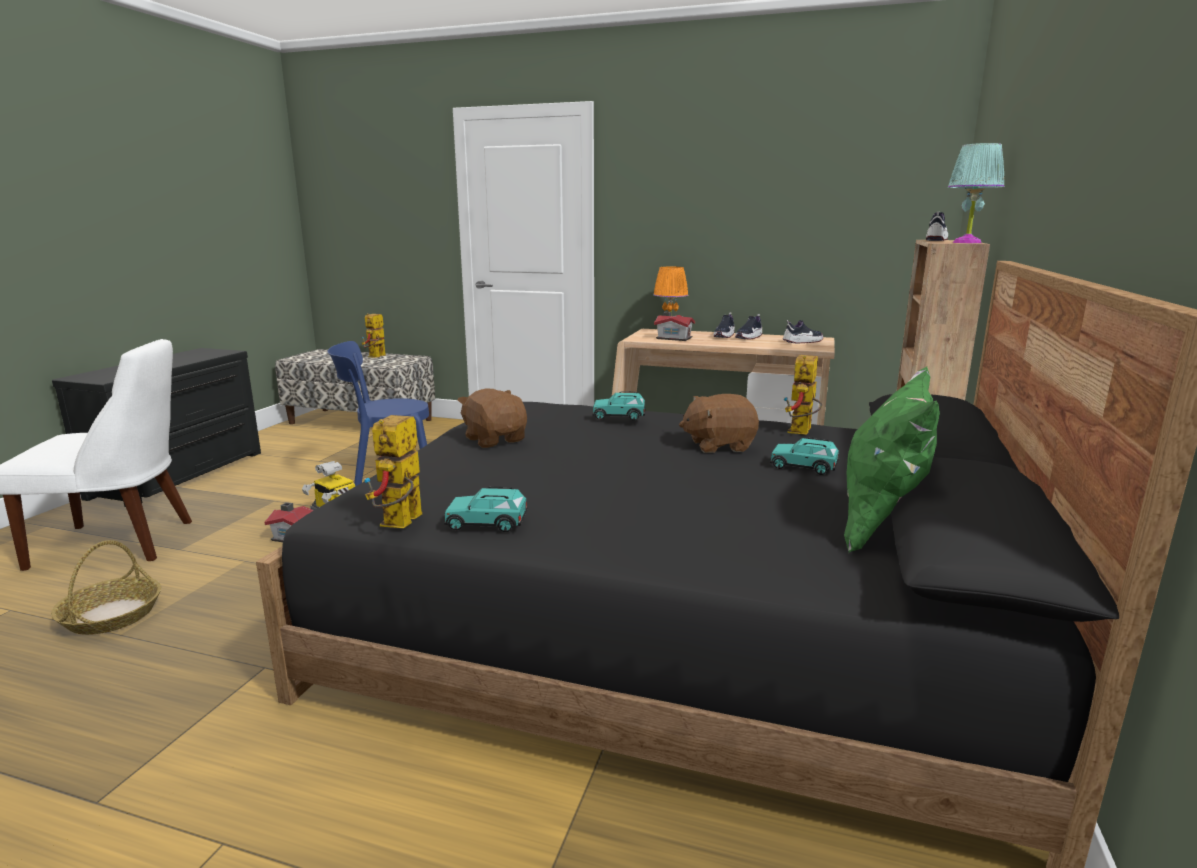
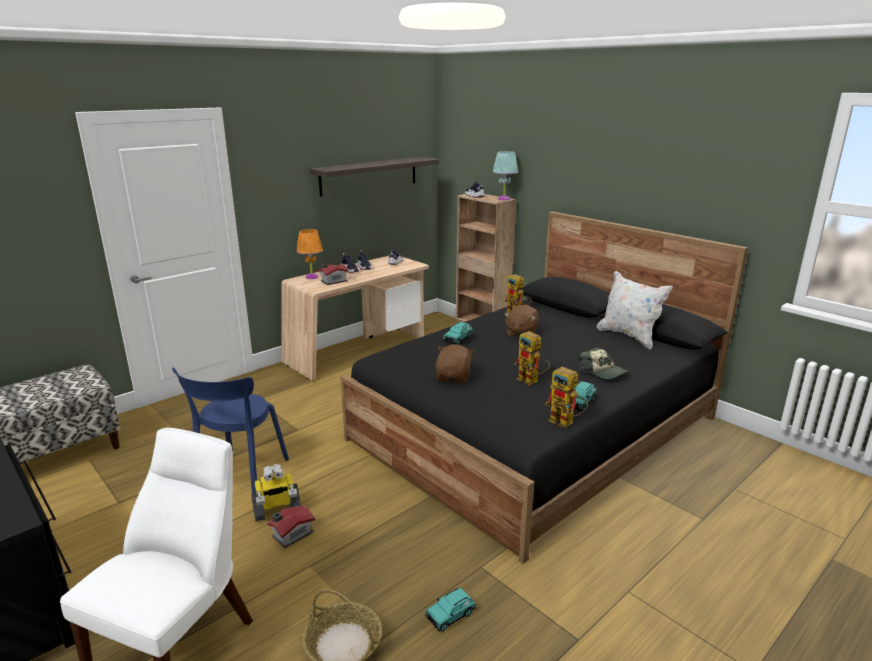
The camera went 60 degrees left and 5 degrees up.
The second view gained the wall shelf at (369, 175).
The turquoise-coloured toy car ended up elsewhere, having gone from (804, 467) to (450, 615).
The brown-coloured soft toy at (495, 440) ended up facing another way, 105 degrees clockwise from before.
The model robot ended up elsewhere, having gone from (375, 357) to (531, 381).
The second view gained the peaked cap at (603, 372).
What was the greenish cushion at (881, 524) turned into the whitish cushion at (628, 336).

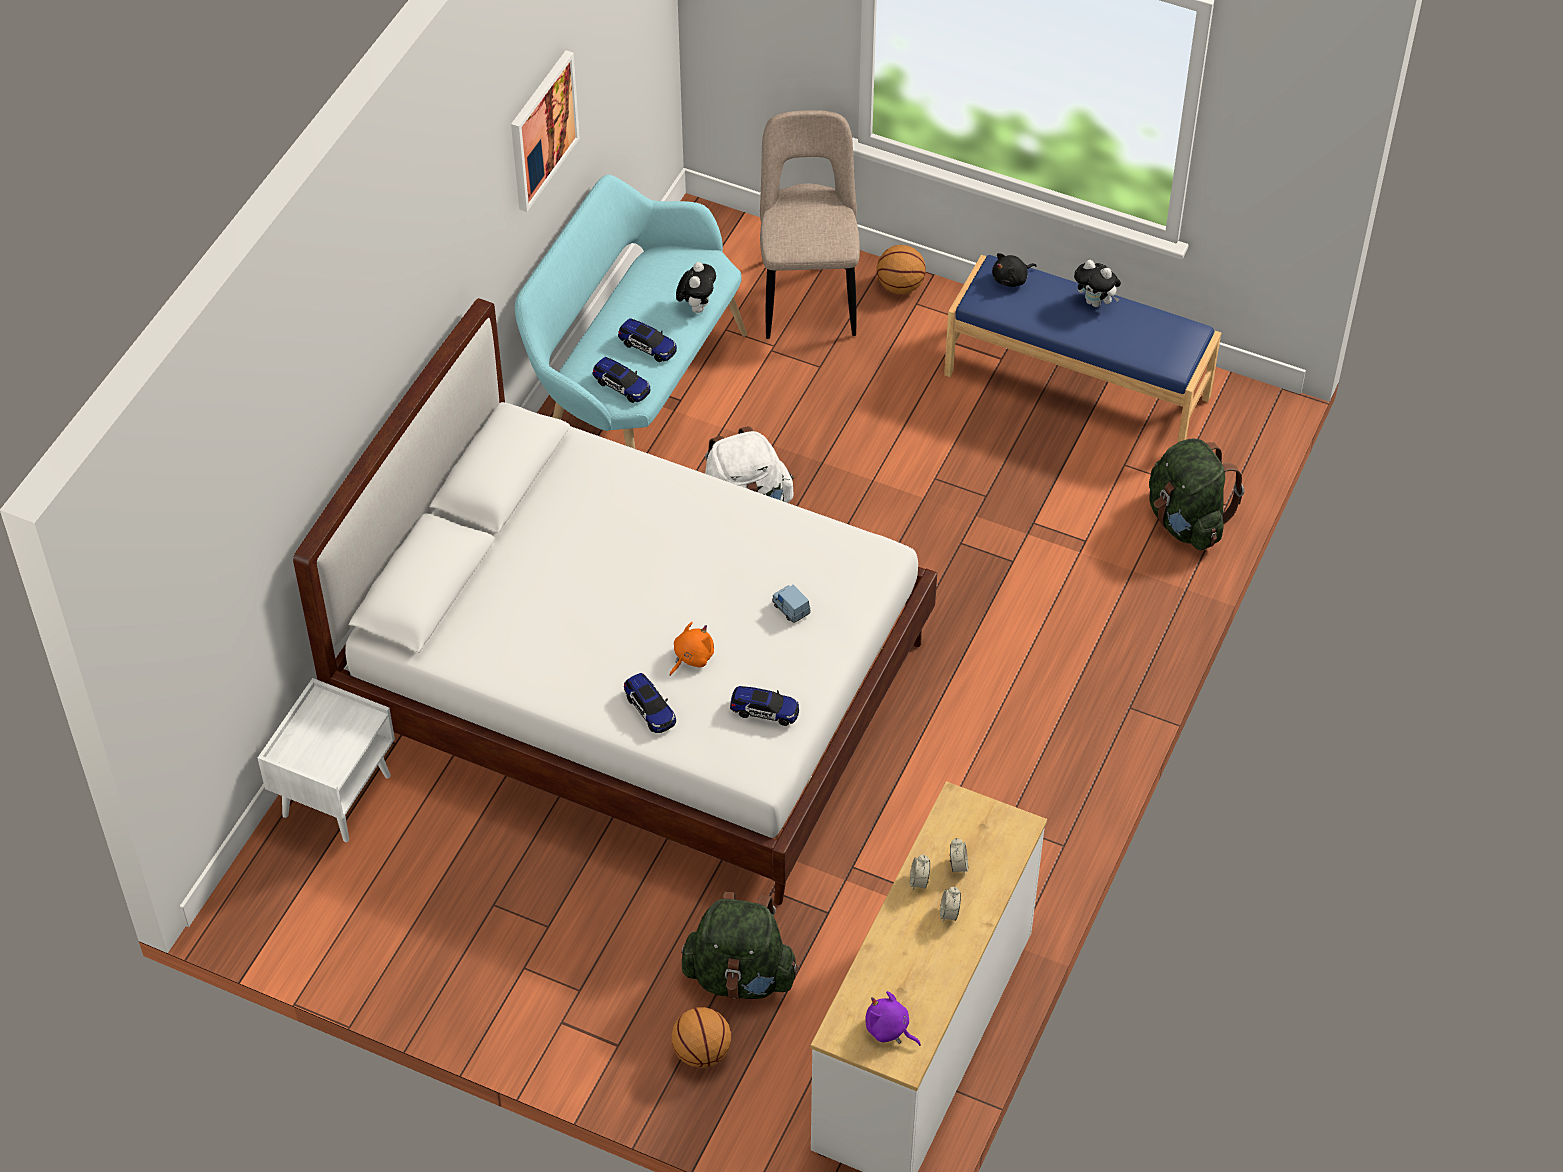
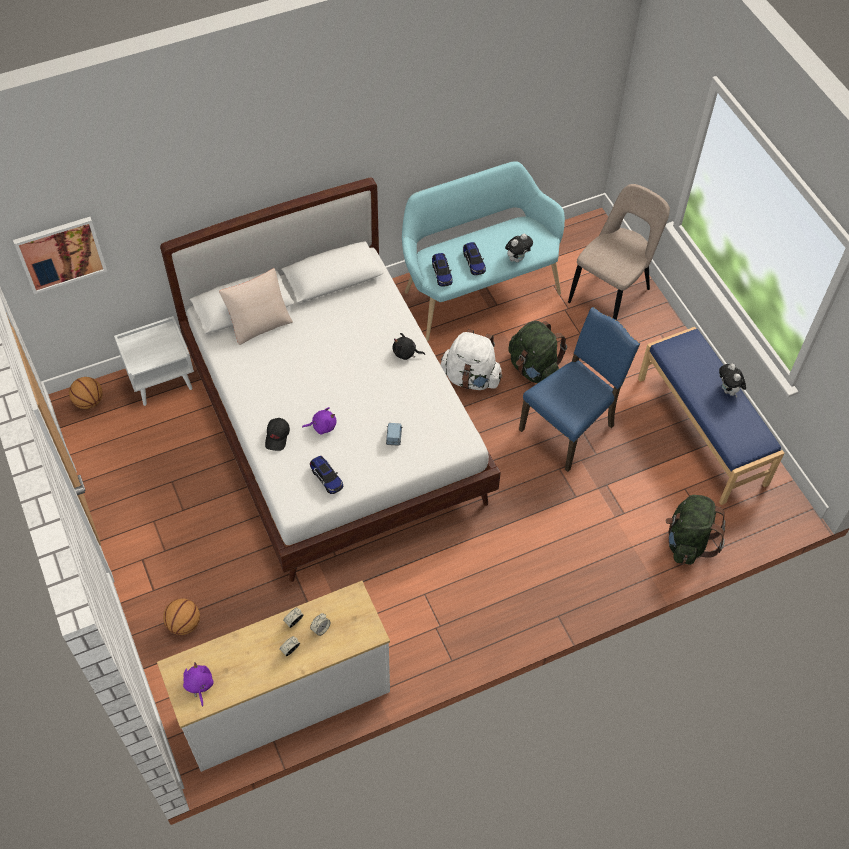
The camera went 40 degrees right and 5 degrees up.
The wall picture ended up elsewhere, having gone from (542, 130) to (60, 254).
The ball for basketball ended up elsewhere, having gone from (900, 286) to (89, 402).
The second view gained the sand-coloured cushion at (259, 321).
Where the toy car stood at (650, 709), the black peaked cap came to stand at (277, 437).
What was the orangey soft toy at (691, 657) turned into the purple-coloured soft toy at (322, 426).
The black soft toy ended up elsewhere, having gone from (1011, 279) to (406, 353).
The greenish knapsack ended up elsewhere, having gone from (740, 976) to (533, 369).
The second view gained the blue plain chair at (570, 428).

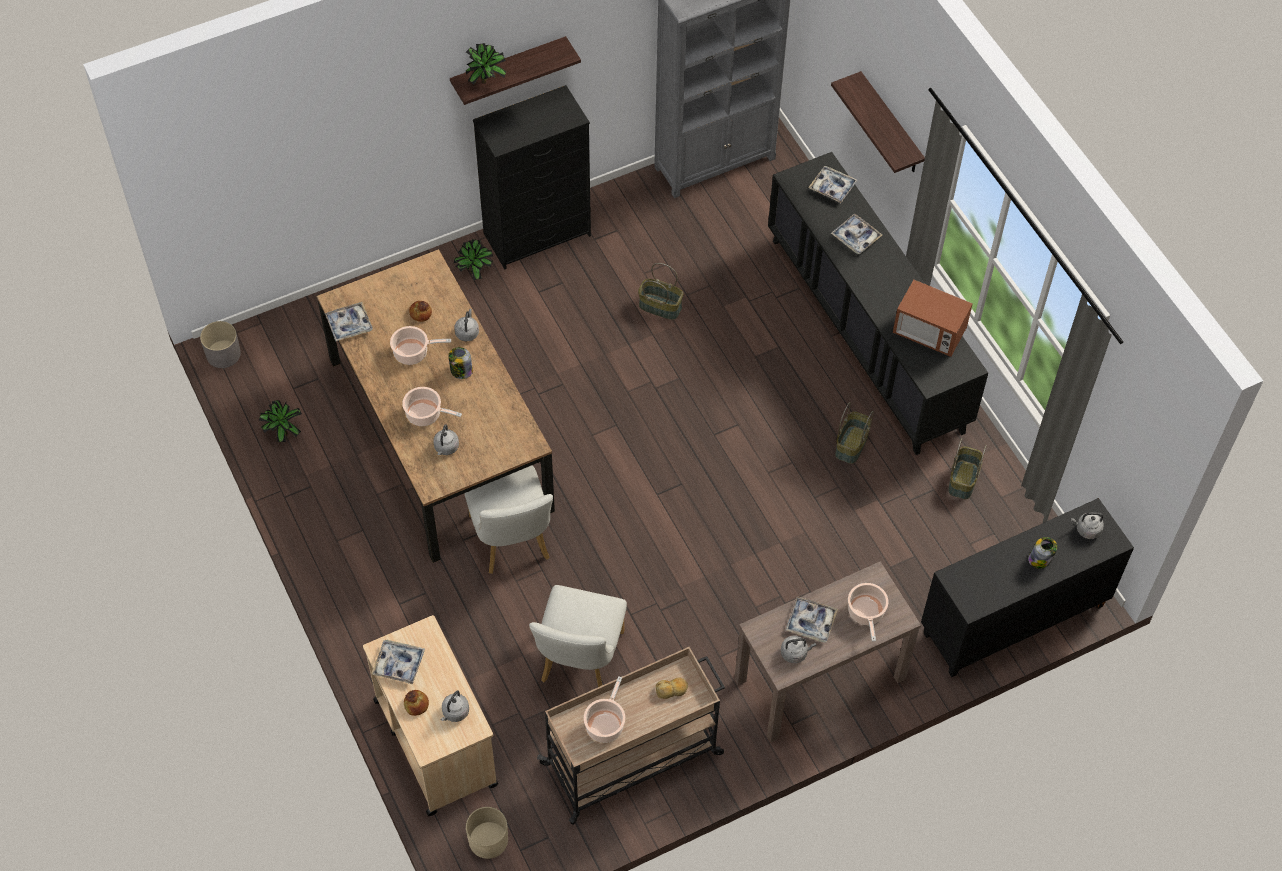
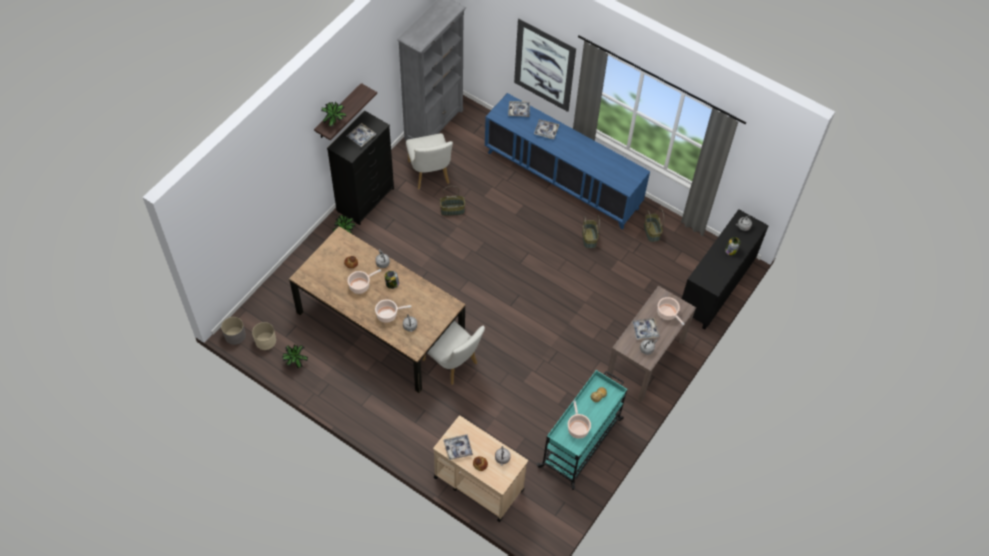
The camera went 30 degrees left and 0 degrees up.
The sand-coloured flower pot ended up elsewhere, having gone from (488, 839) to (265, 341).
The tray ended up elsewhere, having gone from (349, 324) to (361, 137).
The whitish plain chair ended up elsewhere, having gone from (579, 662) to (430, 175).
What was the black cabinet at (866, 333) turned into the blue cabinet at (562, 180).
Where the wall shelf hung at (890, 125), the wall picture came to hang at (544, 65).
What was the sand-coloured trolley at (634, 758) turned into the turquoise-coloured trolley at (581, 442).
The second view lost the kitchen microwave at (929, 332).

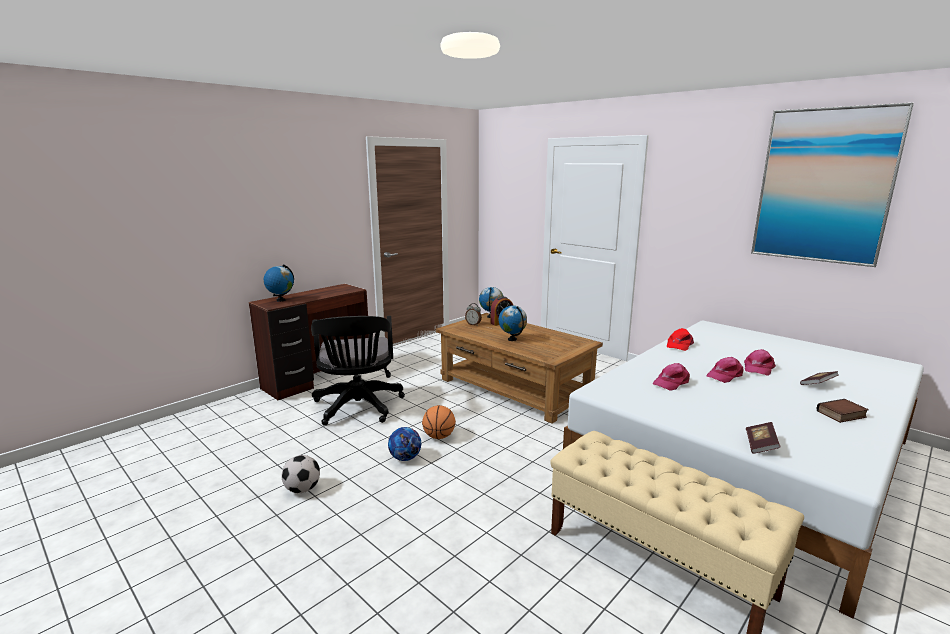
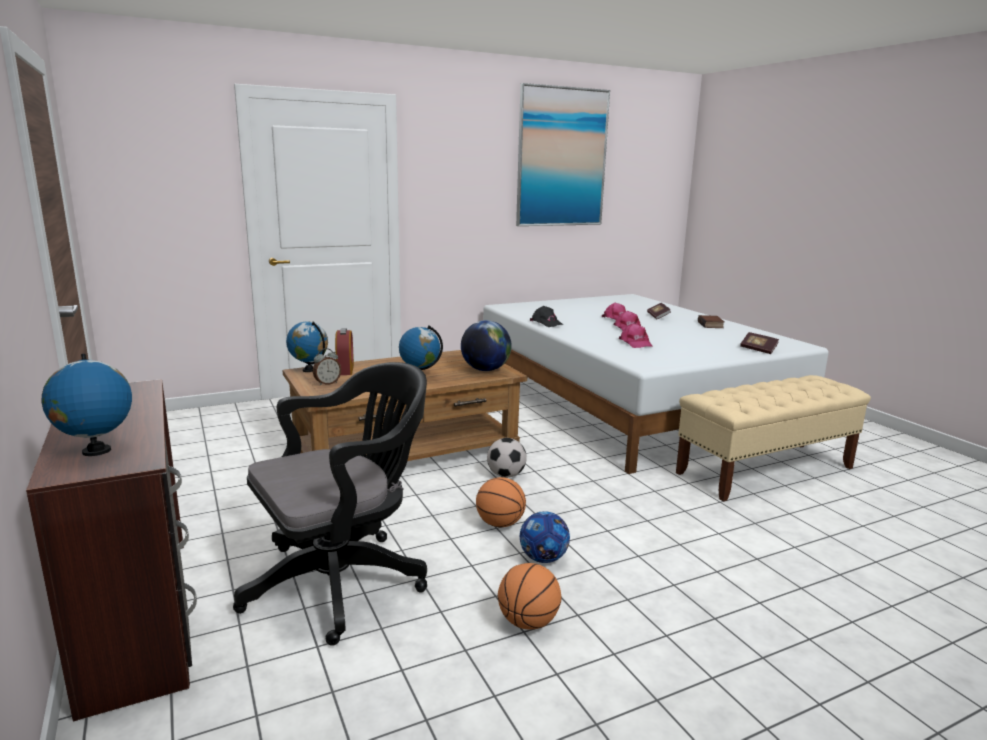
The camera went 70 degrees left and 0 degrees up.
The black computer chair at (358, 408) ended up facing another way, 45 degrees counterclockwise from before.
The second view gained the globe at (485, 370).
The ball for football ended up elsewhere, having gone from (302, 489) to (506, 475).
The second view gained the ball for basketball at (528, 622).
What was the reddish peaked cap at (679, 345) turned into the black peaked cap at (546, 323).

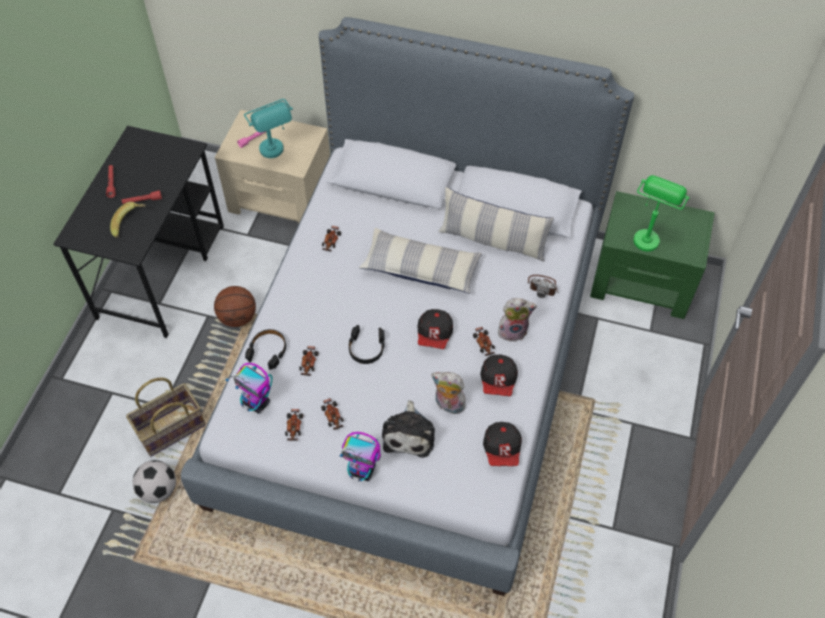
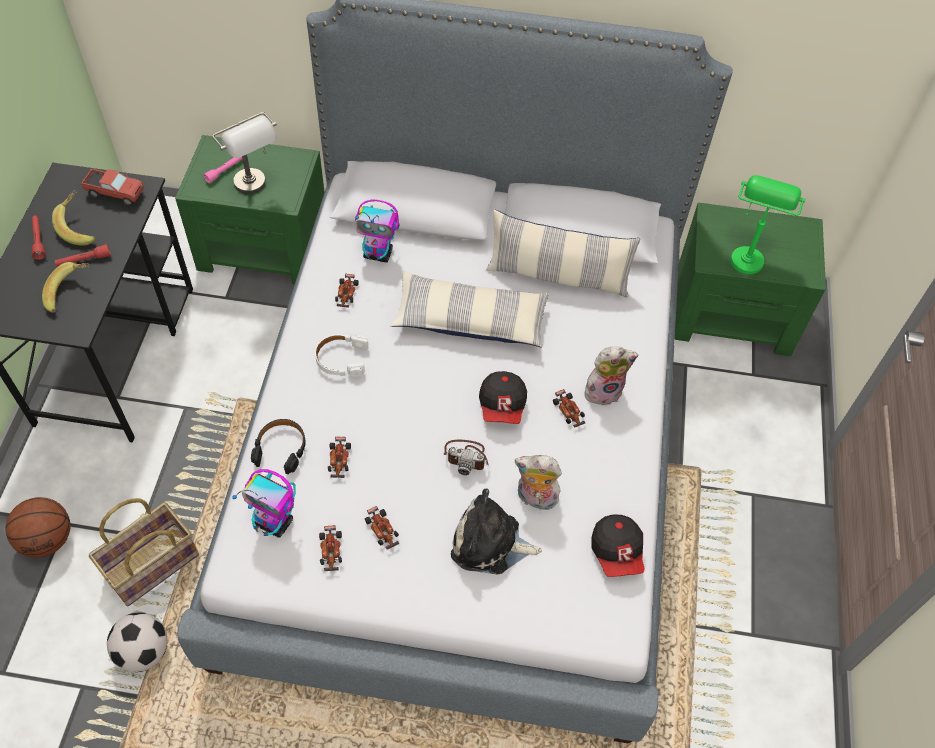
The camera went 10 degrees left and 0 degrees up.
The ball for basketball ended up elsewhere, having gone from (238, 317) to (48, 539).
The second view gained the whole banana at (80, 227).
The second view gained the toy truck at (115, 194).
What was the sand-coloured nightstand at (281, 197) turned into the greenish nightstand at (264, 247).
What was the turquoise-coloured table lamp at (276, 154) turned into the gray table lamp at (256, 188).
The second view gained the whitish headphones at (341, 359).
The model robot ended up elsewhere, having gone from (362, 470) to (378, 254).
The photo camera ended up elsewhere, having gone from (543, 286) to (466, 456).
The soft toy at (409, 434) ended up facing another way, 105 degrees clockwise from before.
The second view lost the black headphones at (366, 348).
The second view lost the peaked cap at (498, 381).

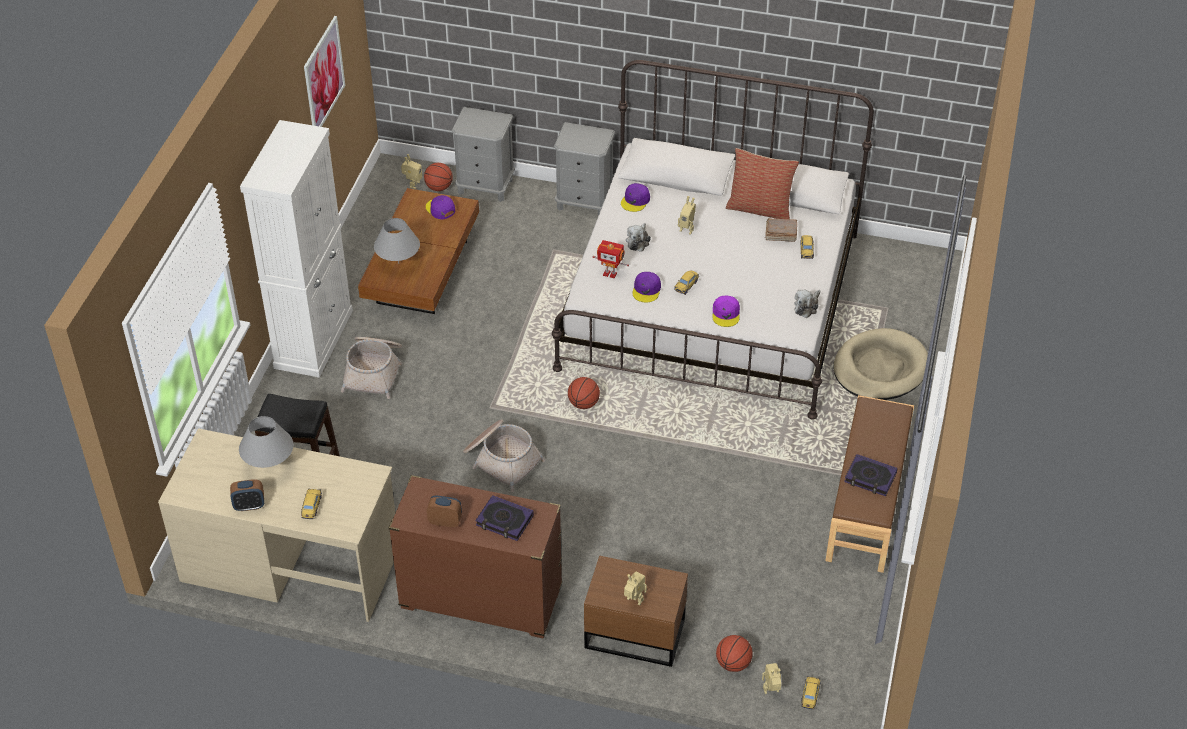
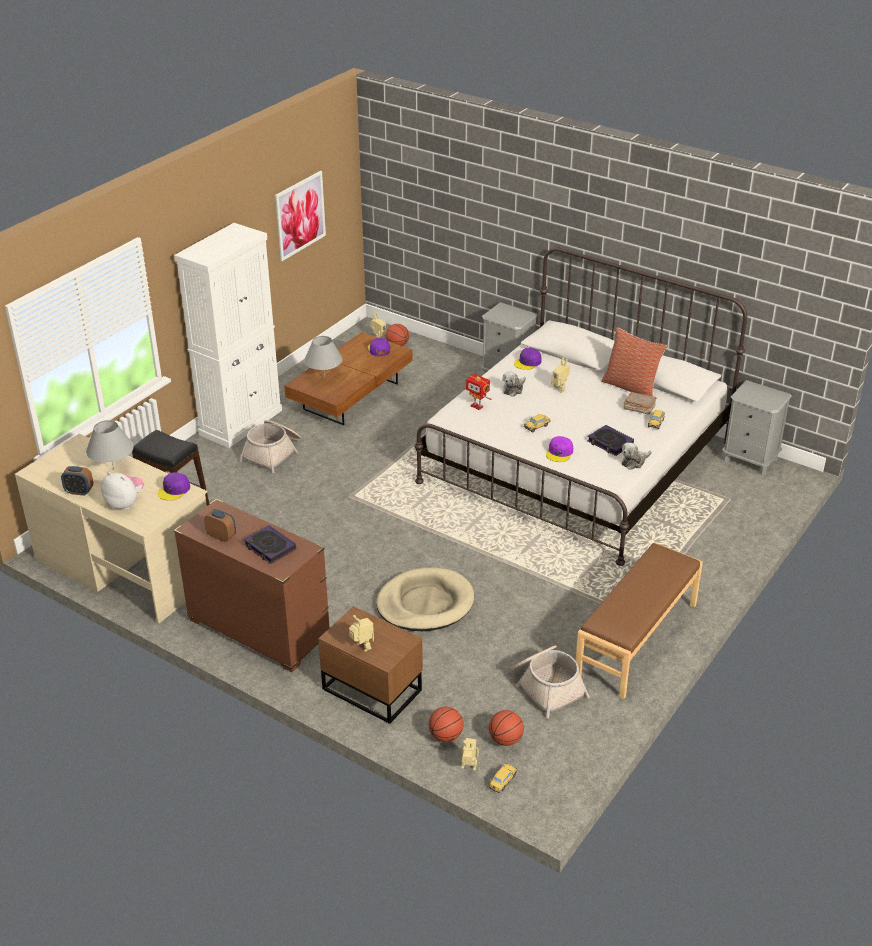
The camera went 20 degrees right and 10 degrees down.
Where the toy car stood at (311, 507), the soft toy came to stand at (125, 503).
The purple-coloured peaked cap ended up elsewhere, having gone from (646, 290) to (174, 490).
The sand-coloured dog bed ended up elsewhere, having gone from (880, 368) to (425, 603).
The ball for basketball ended up elsewhere, having gone from (583, 403) to (505, 739).
The household basket ended up elsewhere, having gone from (501, 460) to (546, 686).
The bound book ended up elsewhere, having gone from (870, 478) to (610, 443).
The gray nightstand ended up elsewhere, having gone from (485, 186) to (750, 459).

